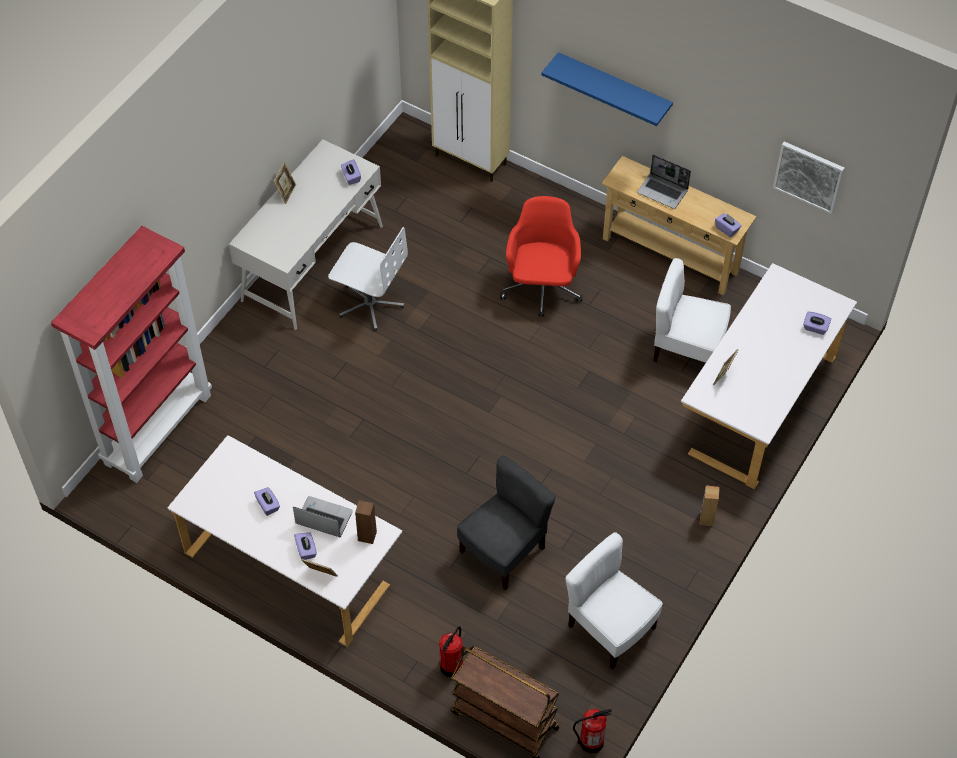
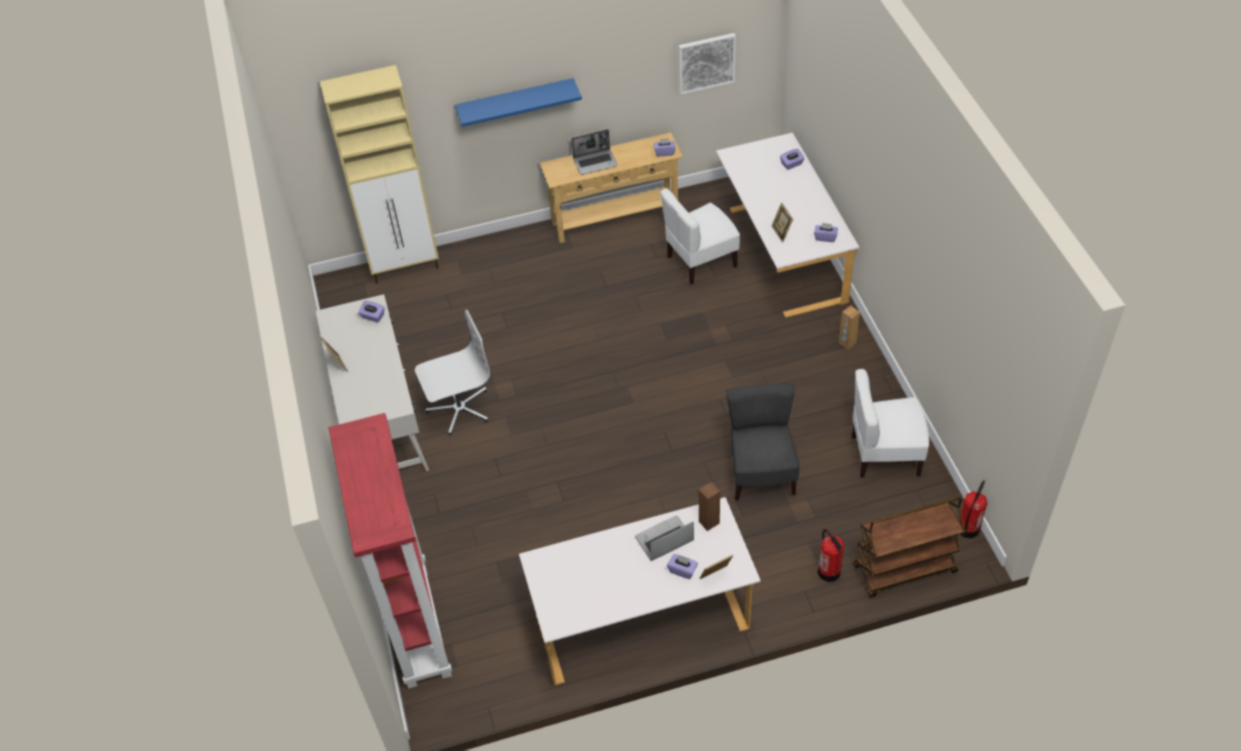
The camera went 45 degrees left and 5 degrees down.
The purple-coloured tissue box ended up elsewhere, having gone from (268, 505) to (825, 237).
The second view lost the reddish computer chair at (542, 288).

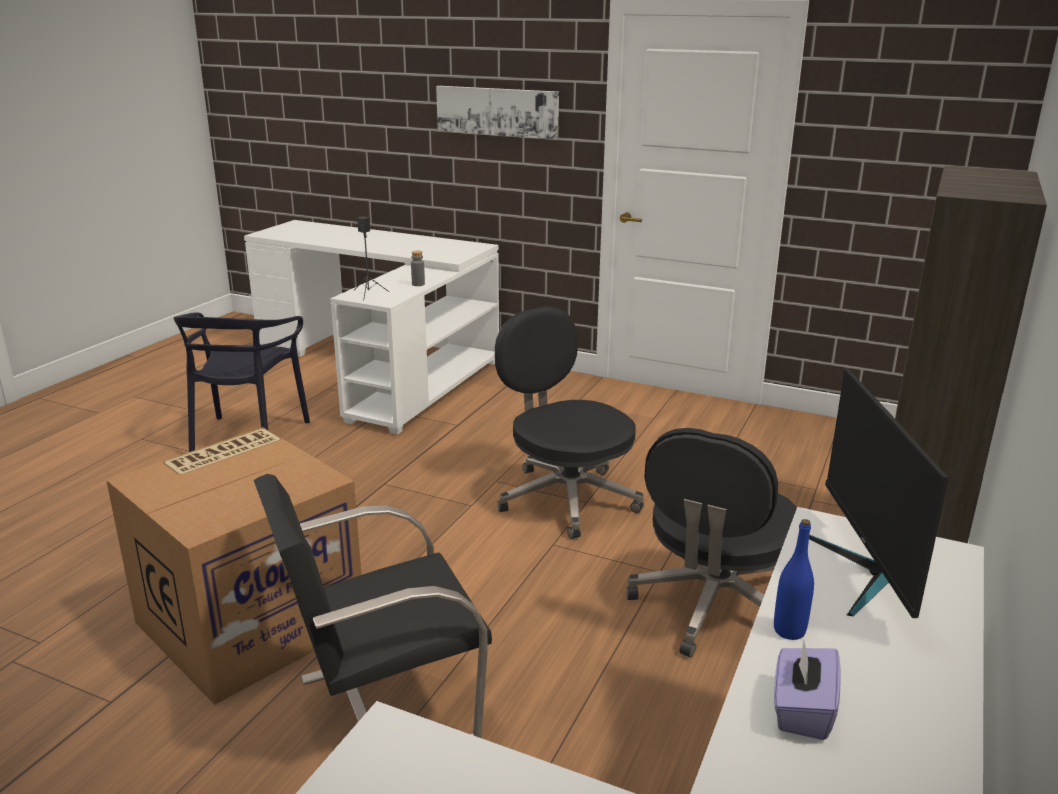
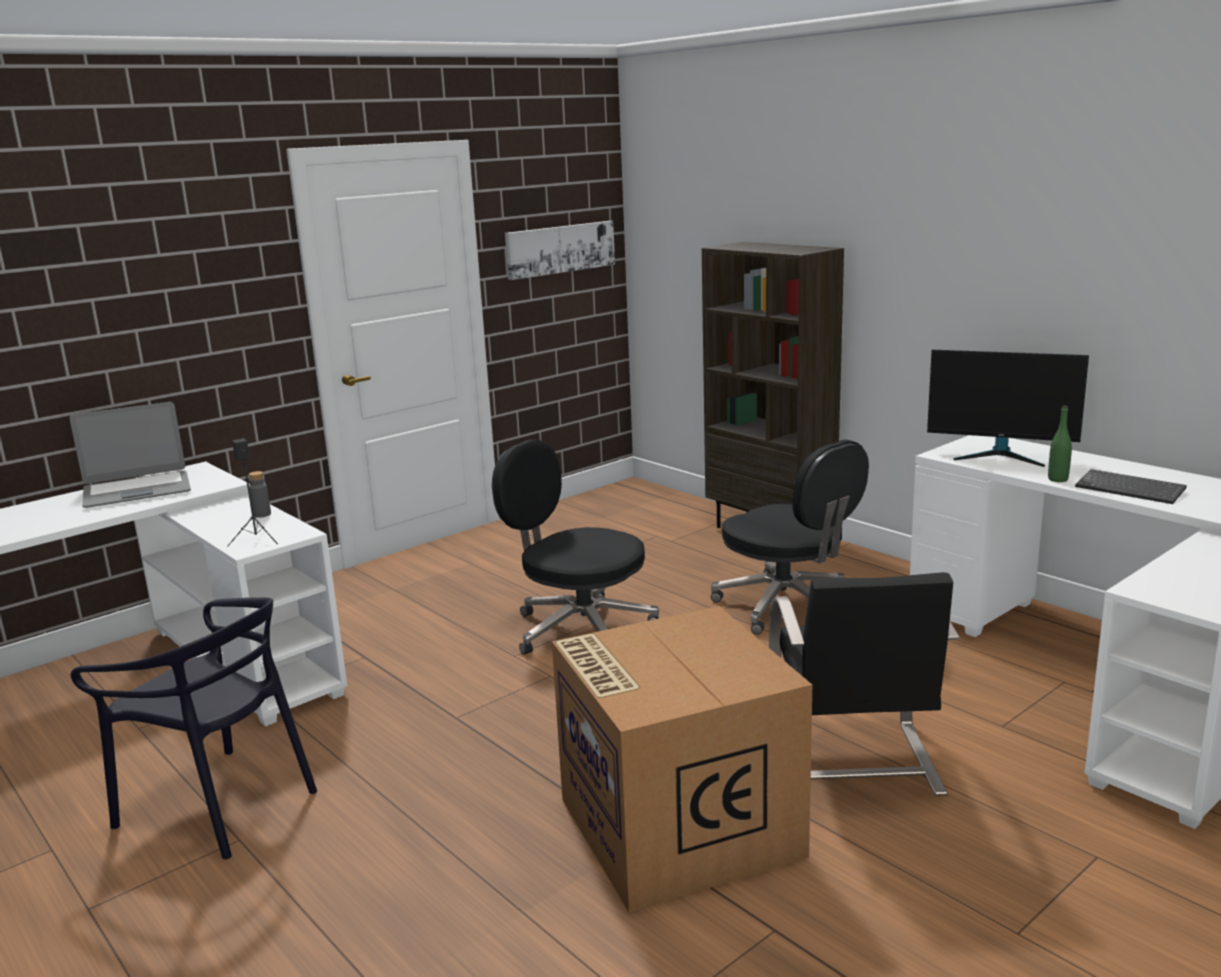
The camera went 65 degrees left and 5 degrees down.
The second view gained the notebook computer at (137, 491).
The black computer chair at (565, 498) ended up facing another way, 45 degrees clockwise from before.
The wall picture ended up elsewhere, having gone from (497, 111) to (560, 249).
What was the blue bottle at (789, 631) turned into the greenish bottle at (1058, 479).
Where the purple-coloured tissue box stood at (801, 711), the computer keyboard came to stand at (1131, 489).

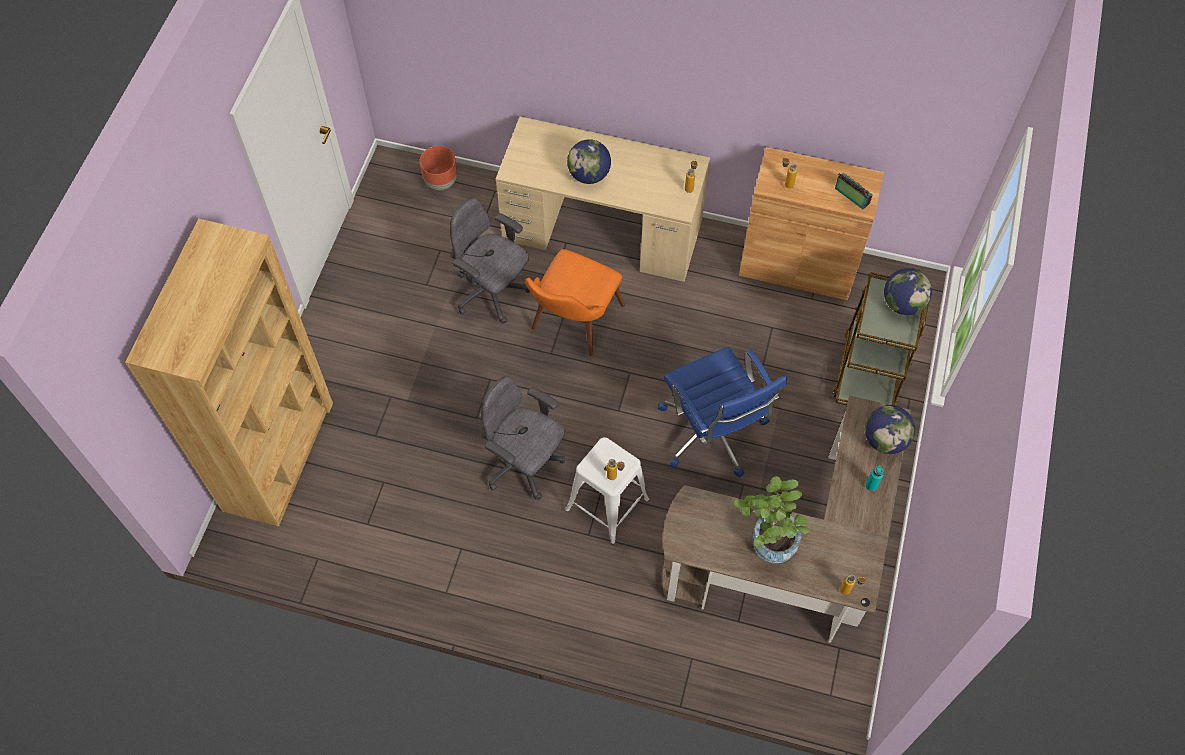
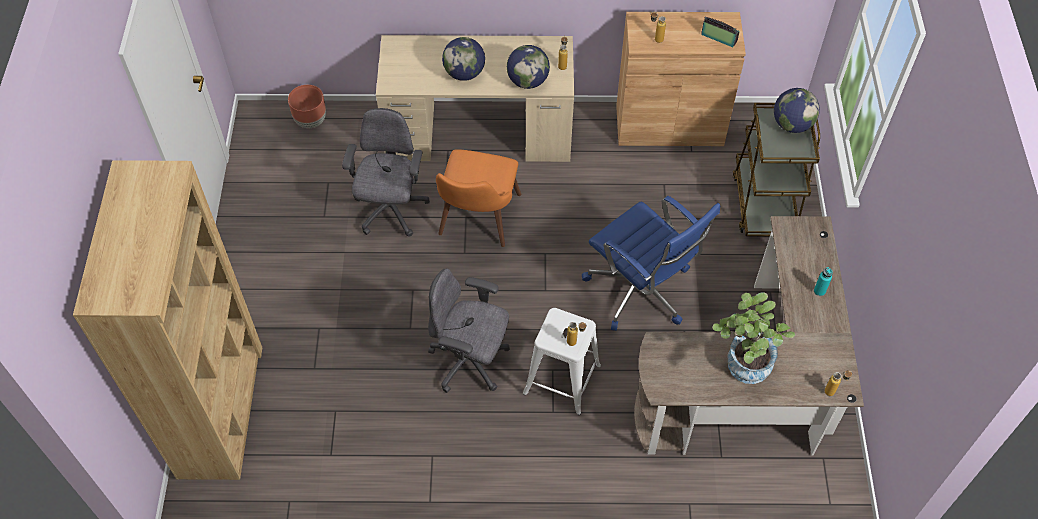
The camera went 15 degrees left and 5 degrees down.
The gray computer chair at (492, 293) ended up facing another way, 75 degrees clockwise from before.
The globe ended up elsewhere, having gone from (885, 440) to (528, 81).

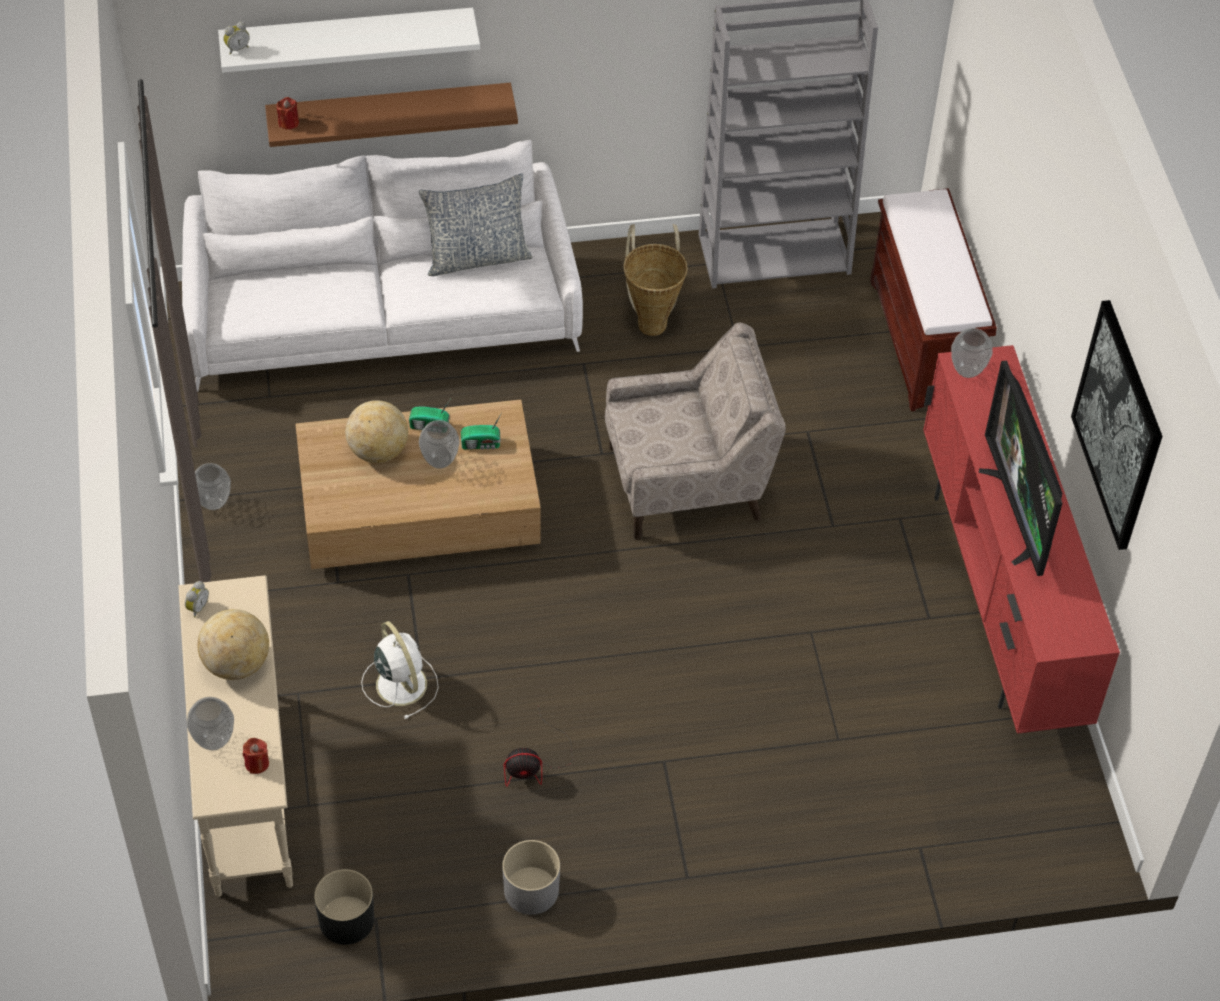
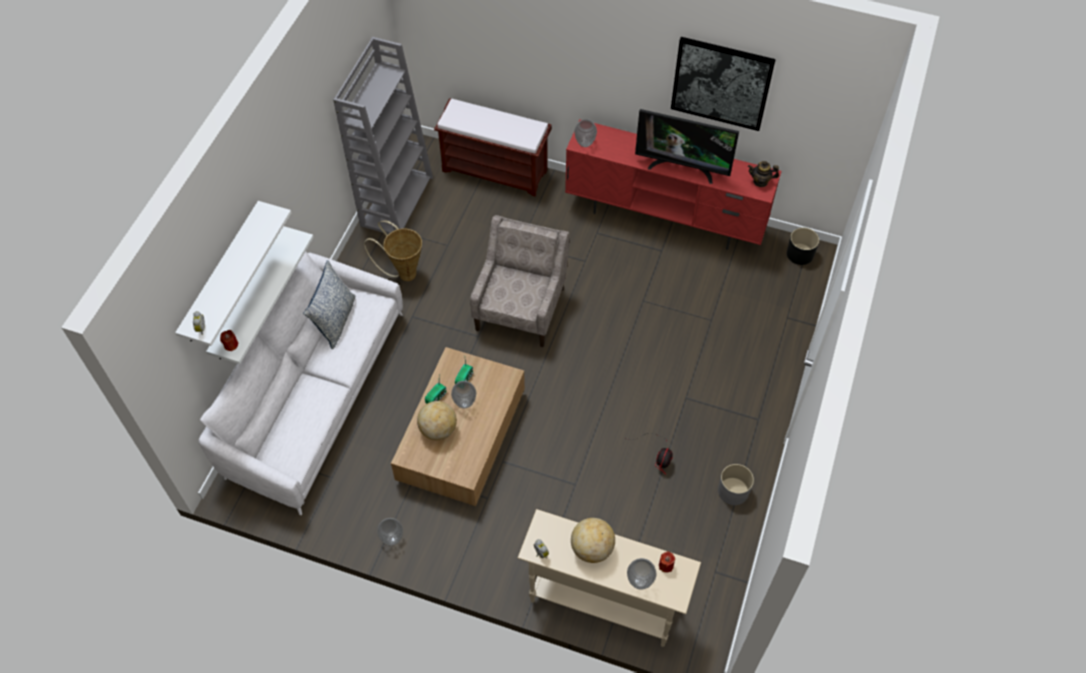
The camera went 60 degrees left and 5 degrees up.
What was the brown-coloured wall shelf at (389, 111) turned into the whitish wall shelf at (248, 295).
The second view gained the pot for tea at (760, 181).
The black flower pot ended up elsewhere, having gone from (347, 919) to (799, 254).
The second view lost the whitish fan at (400, 682).

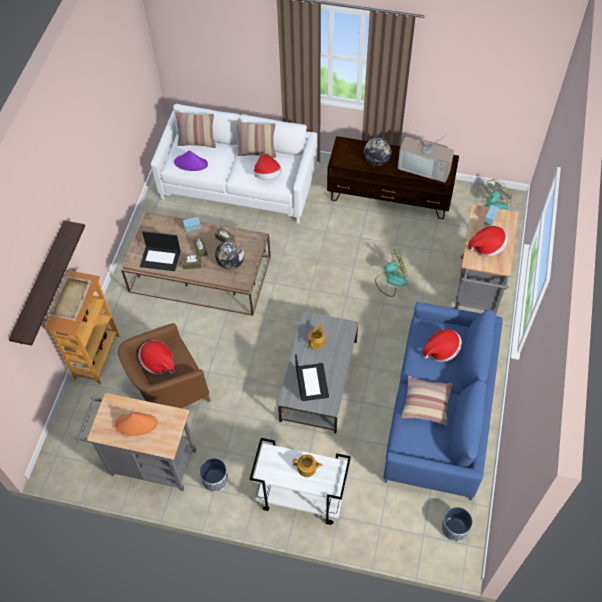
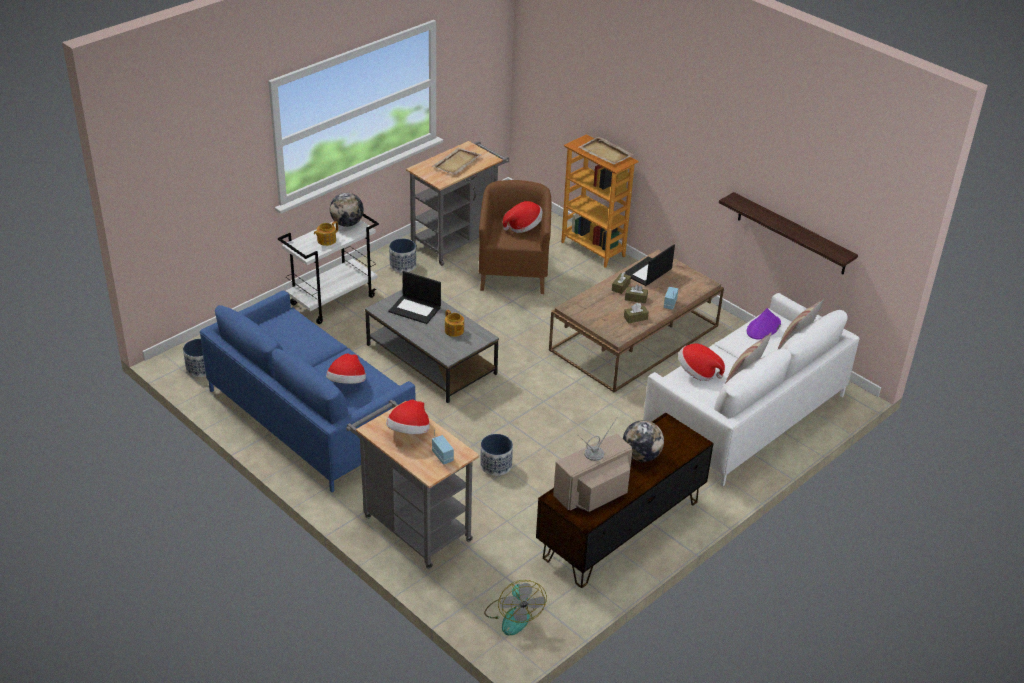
The camera went 120 degrees right and 20 degrees down.
The globe ended up elsewhere, having gone from (231, 263) to (347, 223).
Where the orangey wearable hat stood at (136, 424), the sand-coloured tray came to stand at (456, 163).
Where the fan stood at (391, 280), the flower pot came to stand at (496, 465).
The wall shelf ended up elsewhere, having gone from (40, 284) to (791, 234).
The second view lost the cushion at (426, 403).

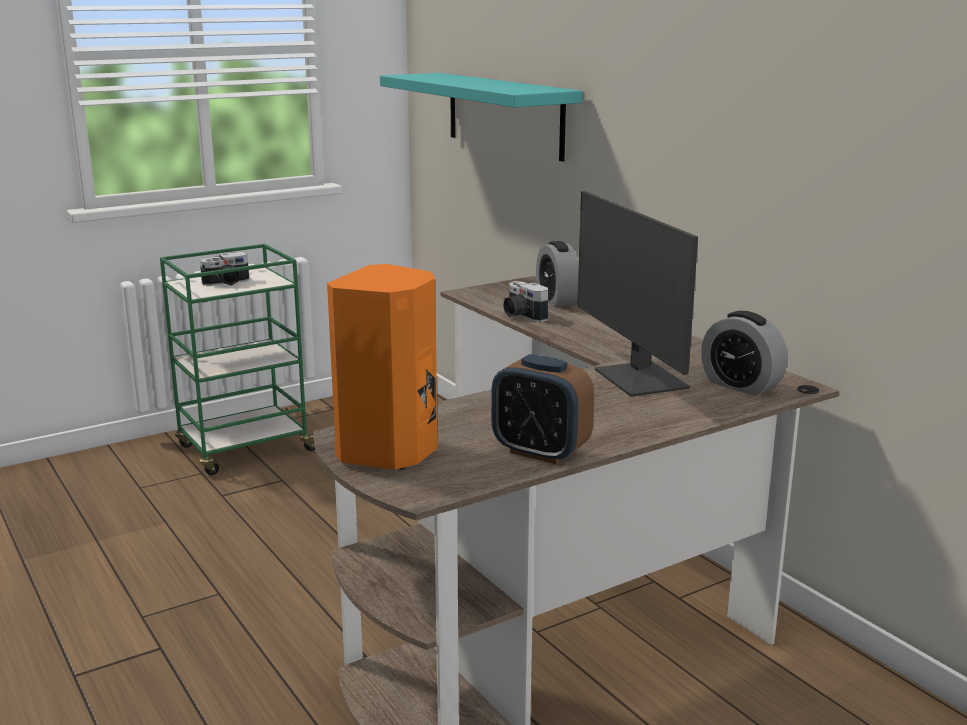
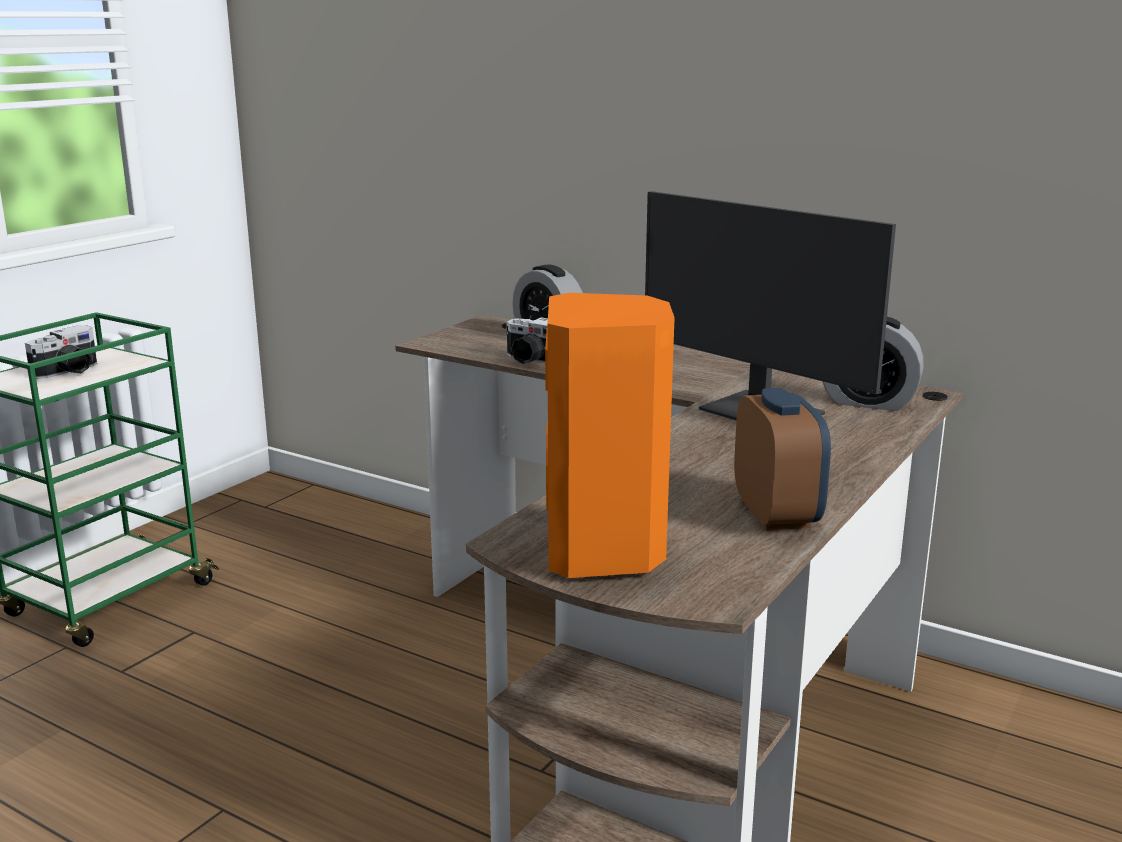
The camera went 25 degrees left and 0 degrees up.
The alarm clock at (540, 452) ended up facing another way, 105 degrees counterclockwise from before.
The second view lost the turquoise-coloured wall shelf at (504, 114).

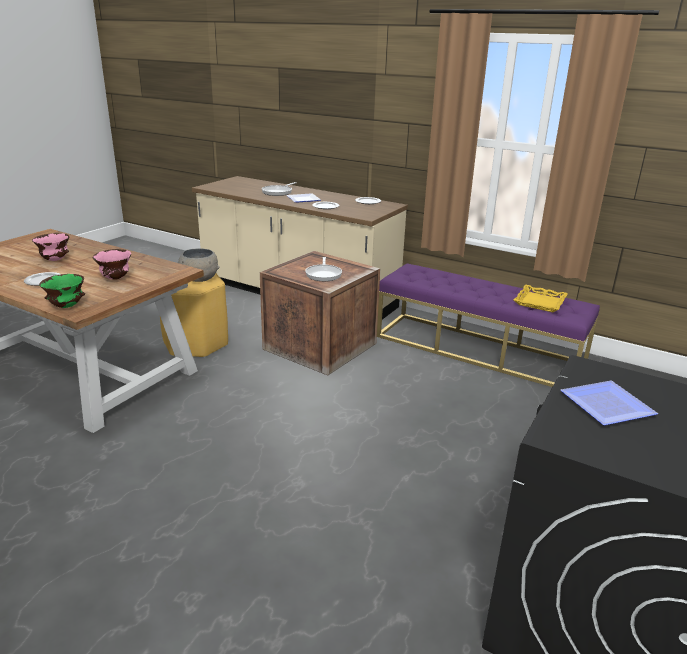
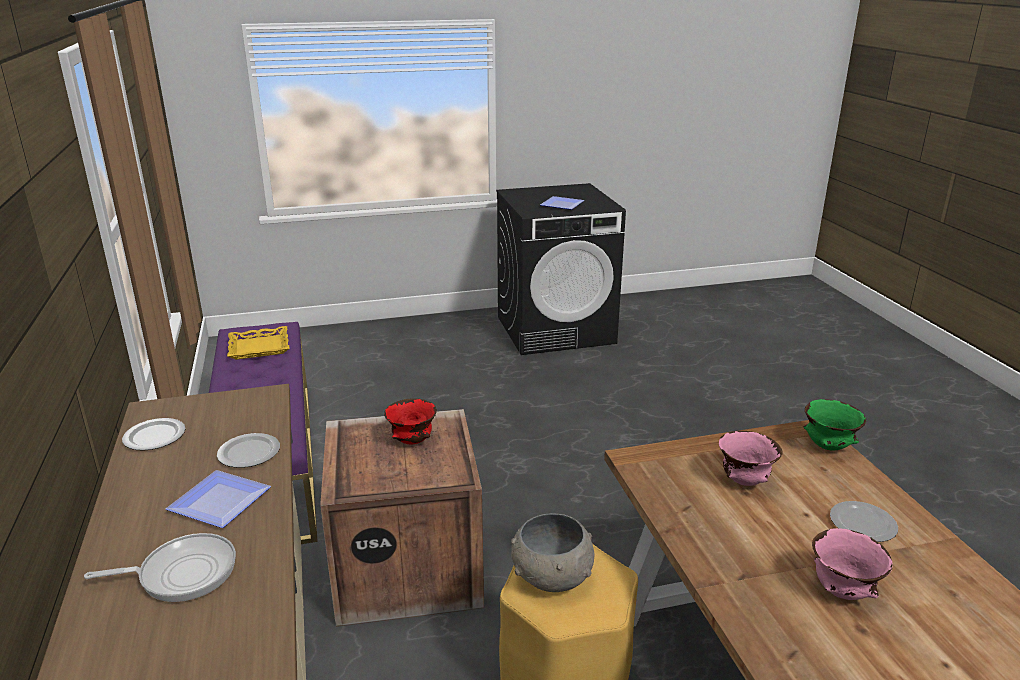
The camera went 135 degrees left and 0 degrees up.
Where the pan stood at (323, 274), the reddish deep dish came to stand at (411, 441).

